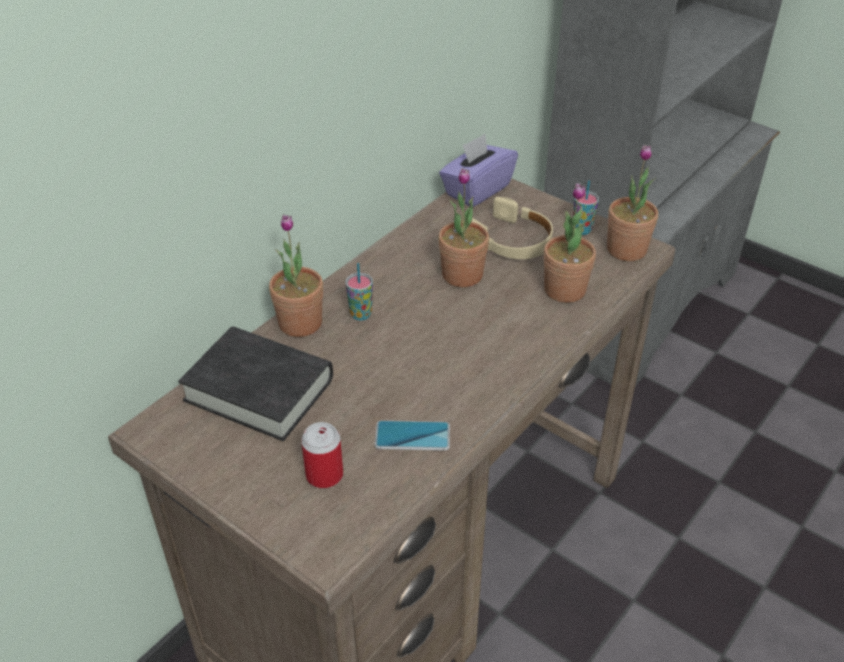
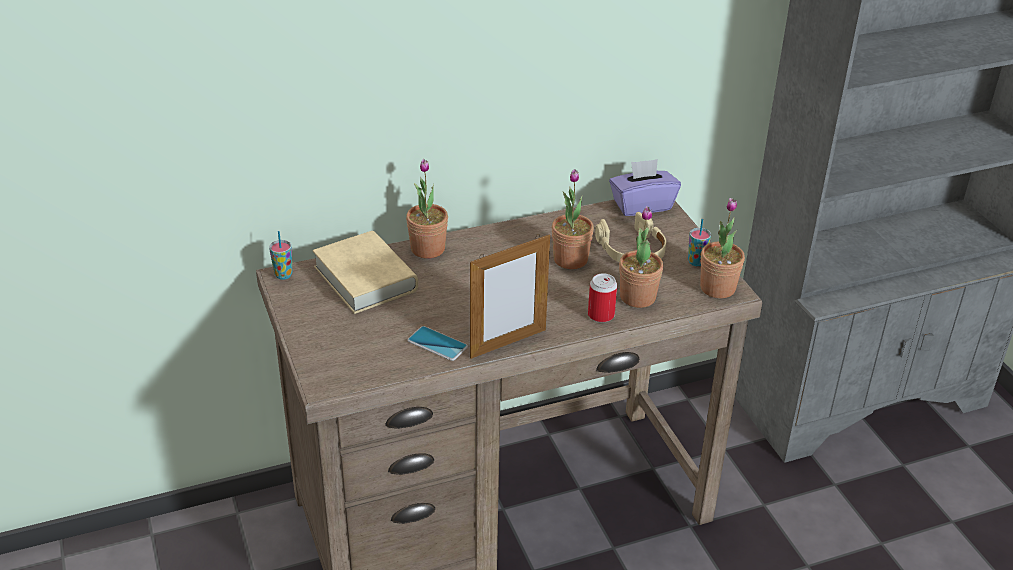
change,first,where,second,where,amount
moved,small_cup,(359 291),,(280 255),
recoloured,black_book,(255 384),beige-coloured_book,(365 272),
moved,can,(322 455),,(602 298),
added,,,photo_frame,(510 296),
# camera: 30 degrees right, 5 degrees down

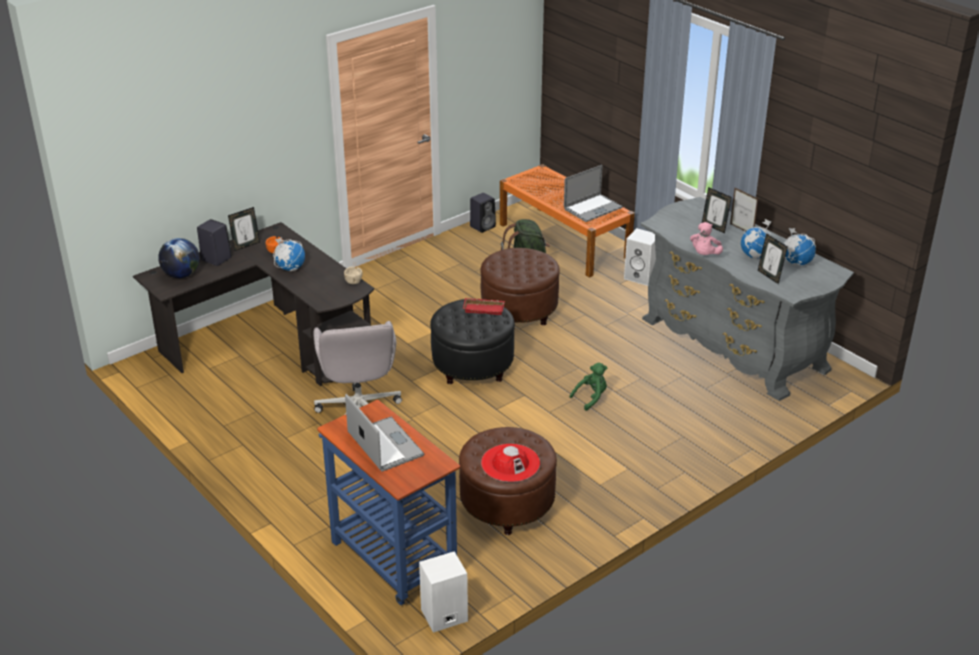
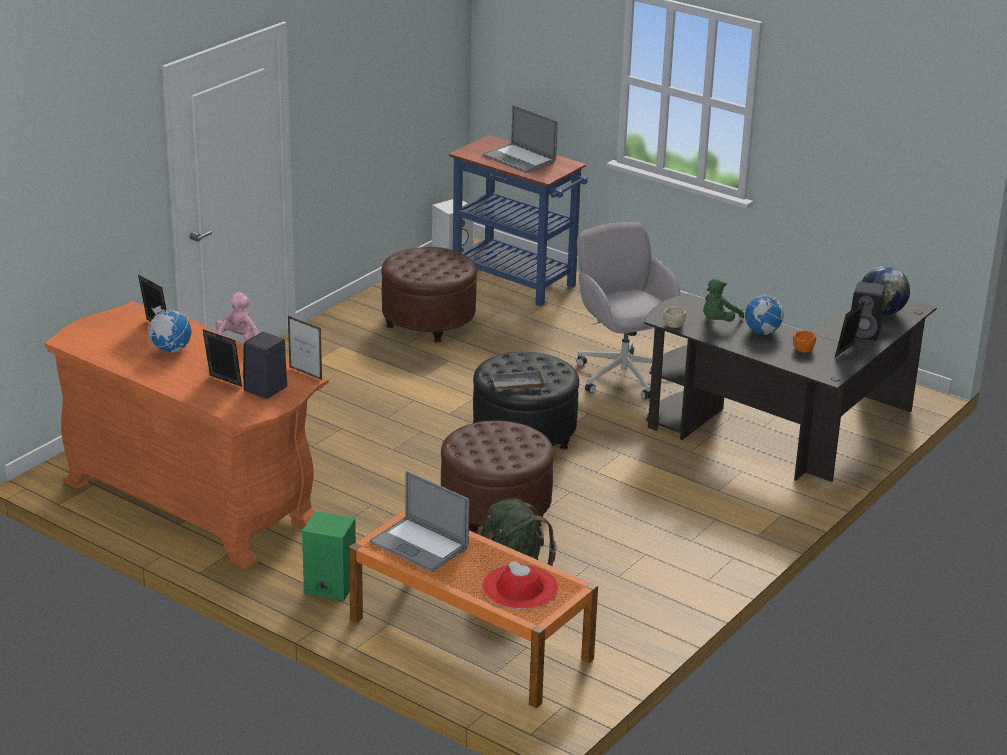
change,first,where,second,where,amount
turned,laptop,(593 193),,(419 521),90 degrees counterclockwise
moved,photo_frame,(744 210),,(305 348),
moved,black_loudspeaker,(483 213),,(265 365),
recoloured,greyish_chest_of_drawers,(747 299),orange_chest_of_drawers,(186 435),
recoloured,white_loudspeaker,(640 257),green-coloured_loudspeaker,(329 556),
removed,globe,(800 247),,,
recoloured,reddish_carrying_tray,(484 306),greyish_carrying_tray,(518 379),
moved,green-coloured_soft_toy,(588 387),,(723 300),
moved,reddish_wearable_hat,(510 463),,(520 585),
# camera: 165 degrees right, 5 degrees down

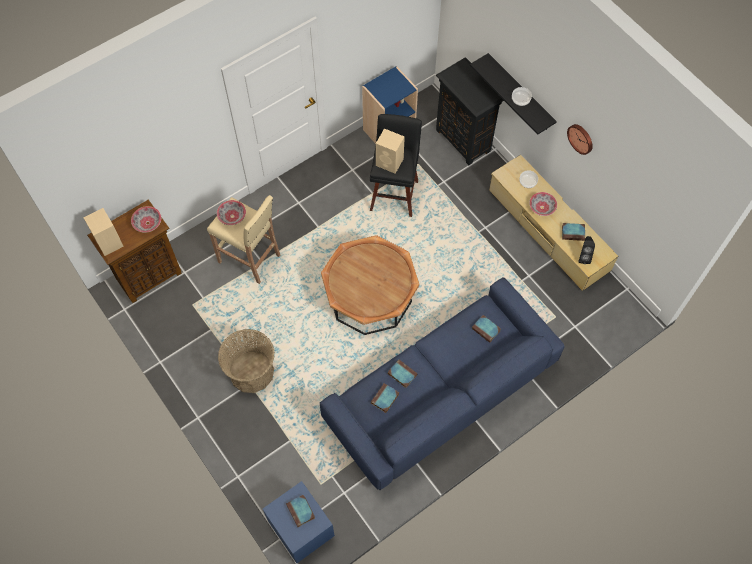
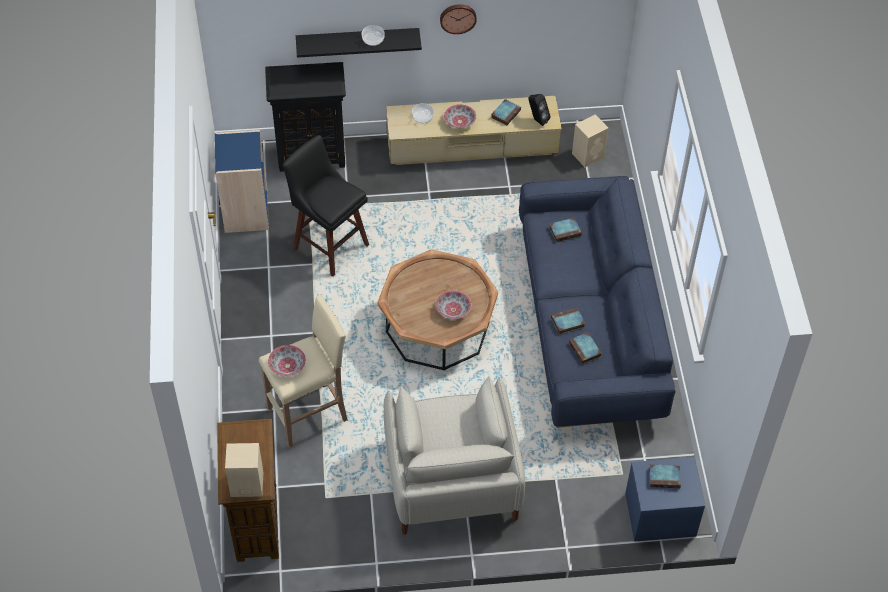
change,first,where,second,where,amount
moved,beige-coloured_loudspeaker,(390 151),,(590 140),
moved,deep_dish,(146 219),,(453 304),
replaced,household_basket,(246 361),beige-coloured_armchair,(454 455),
# camera: 60 degrees left, 10 degrees down

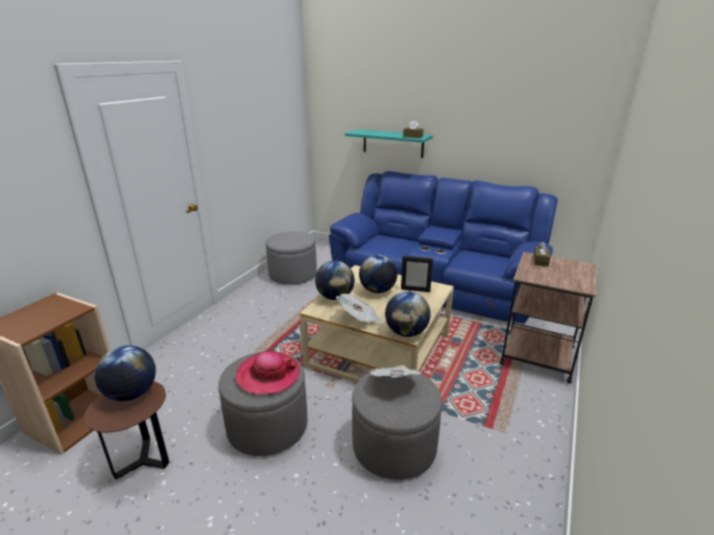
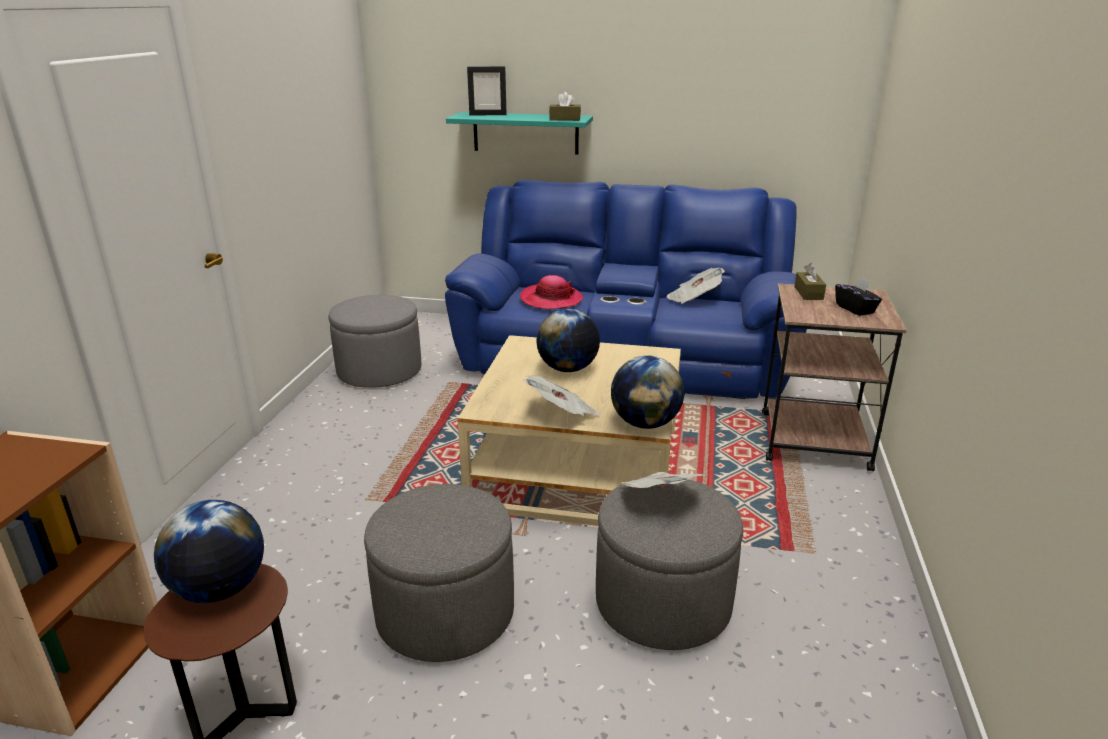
change,first,where,second,where,amount
moved,photo_frame,(417 274),,(487 90),
removed,globe,(335 280),,,
moved,wearable_hat,(268 373),,(551 292),
added,,,newspaper,(696 286),
added,,,black_tissue_holder,(858 296),
# camera: 15 degrees left, 0 degrees up

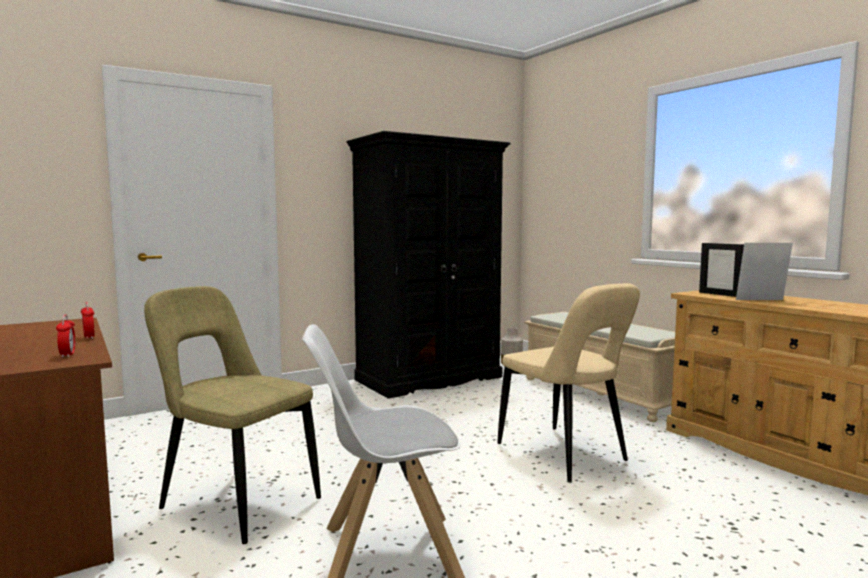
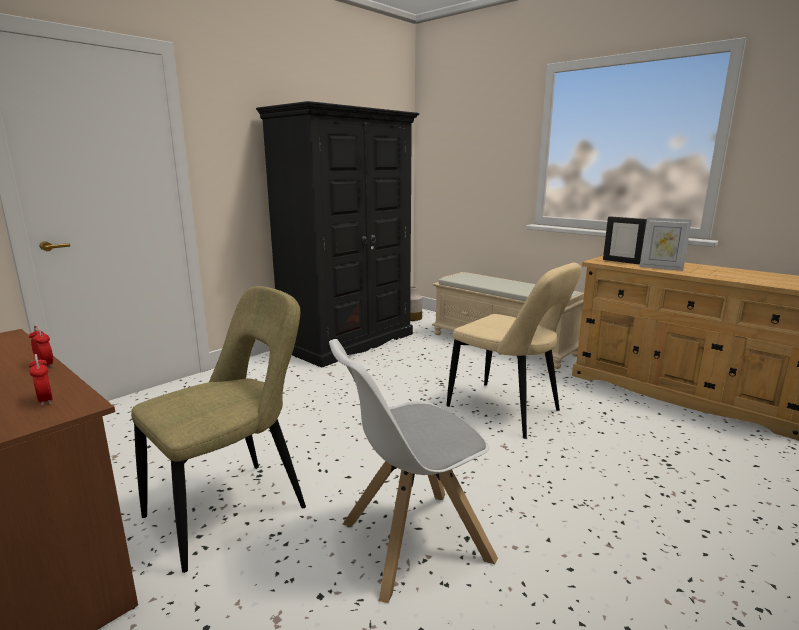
change,first,where,second,where,amount
turned,photo_frame,(764 271),,(665 244),135 degrees counterclockwise
turned,beige-coloured_plain_chair,(232 415),,(218 429),120 degrees clockwise
# camera: 15 degrees left, 10 degrees up

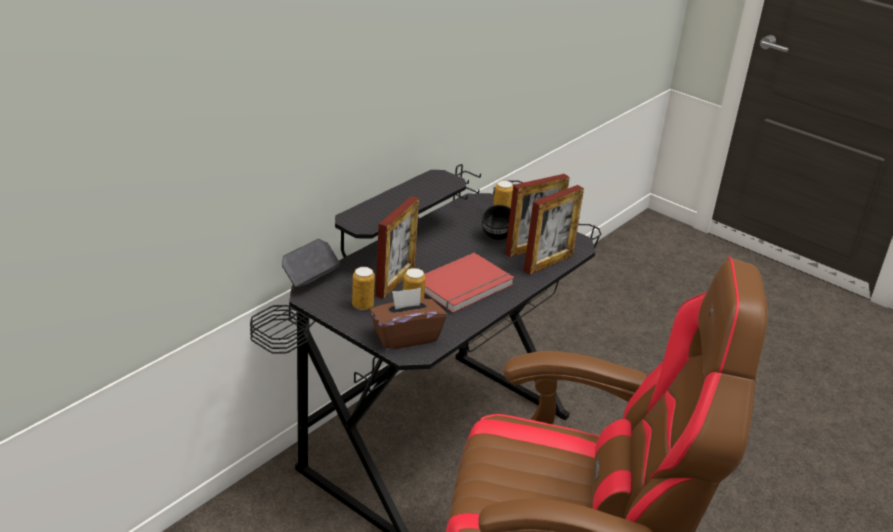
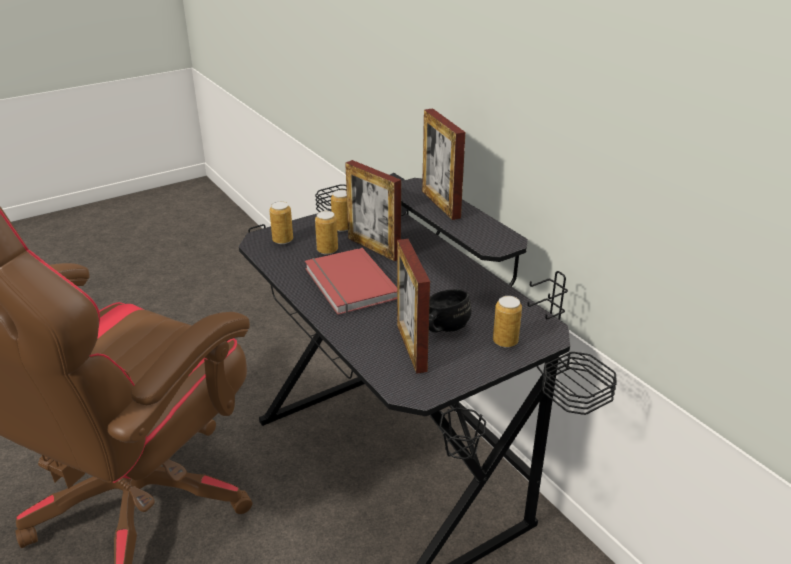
change,first,where,second,where,amount
moved,photo_frame,(554 230),,(443 164),
replaced,brownish_tissue_holder,(408 319),can,(281 222),
# camera: 110 degrees right, 0 degrees up

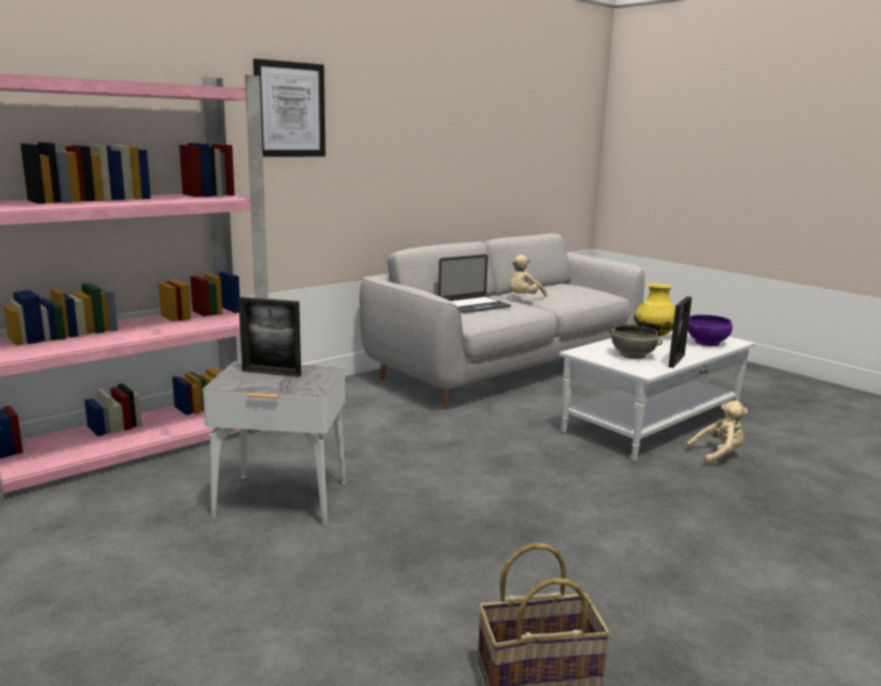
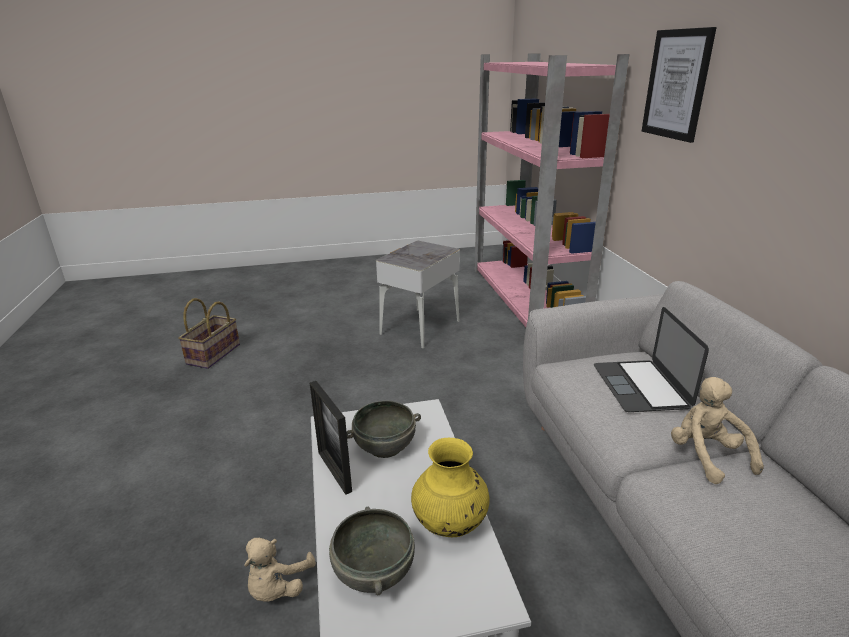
change,first,where,second,where,amount
removed,photo_frame,(270 337),,,
recoloured,purplish_deep_dish,(710 330),greyish_deep_dish,(372 551),
# camera: 120 degrees right, 10 degrees up

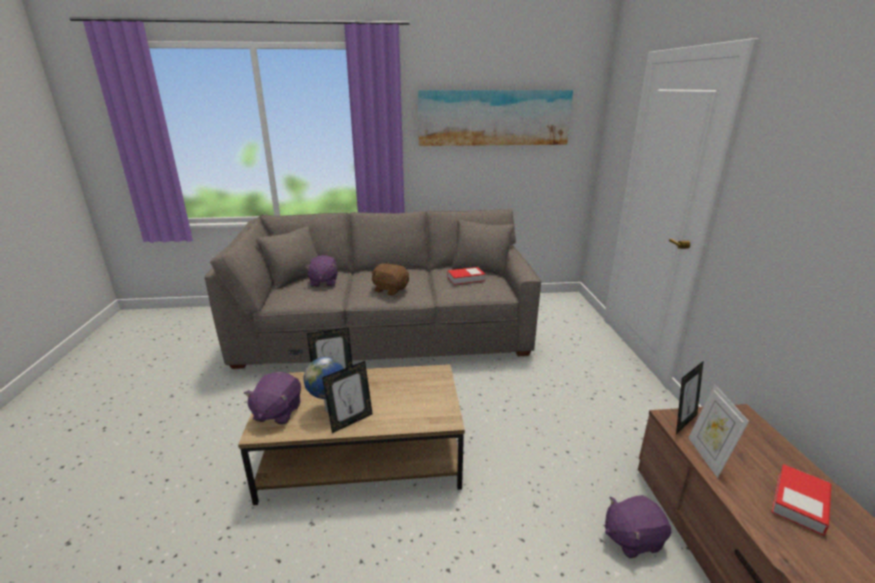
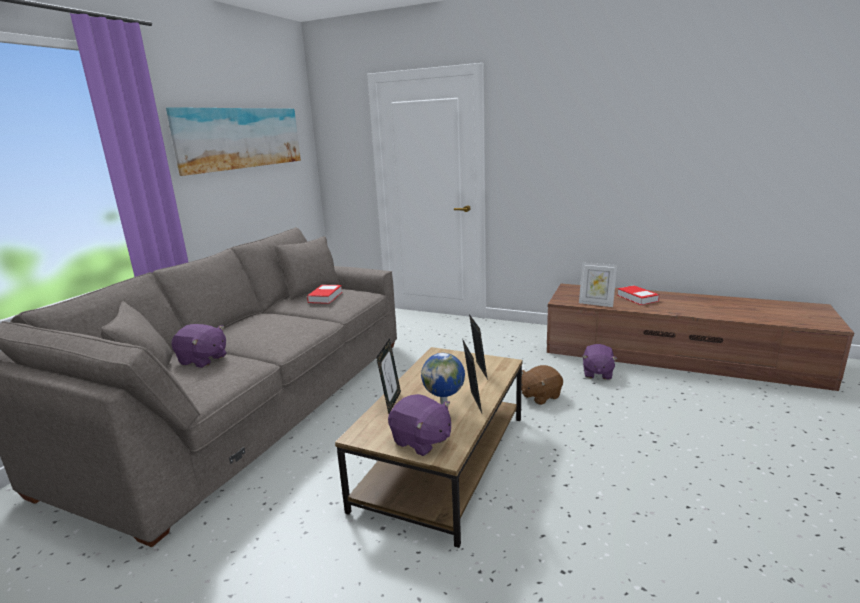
change,first,where,second,where,amount
moved,brownish_soft_toy,(390 279),,(542 385),
moved,photo_frame,(690 397),,(478 347),
# camera: 60 degrees left, 5 degrees down

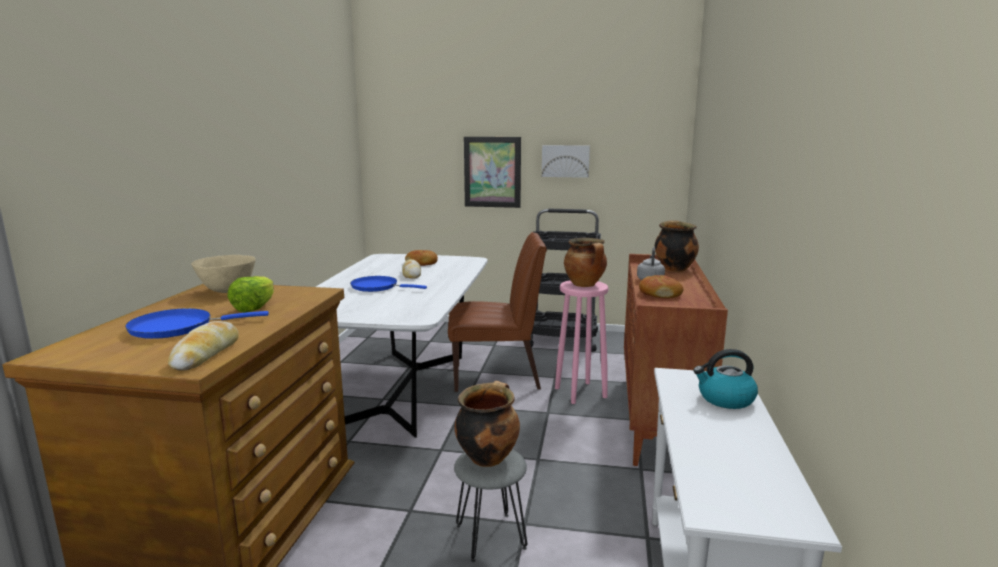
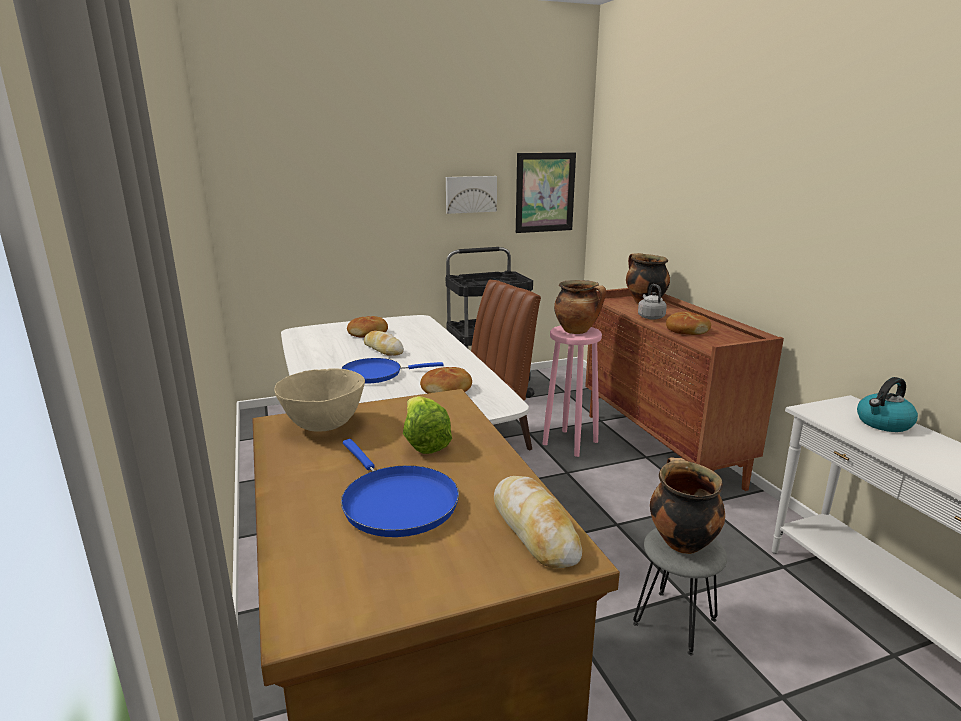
change,first,where,second,where,amount
moved,picture,(492 172),,(546 192),
turned,bluish_frying_pan,(197 323),,(400 488),75 degrees counterclockwise
added,,,bread,(446 380),
# camera: 30 degrees left, 5 degrees up

